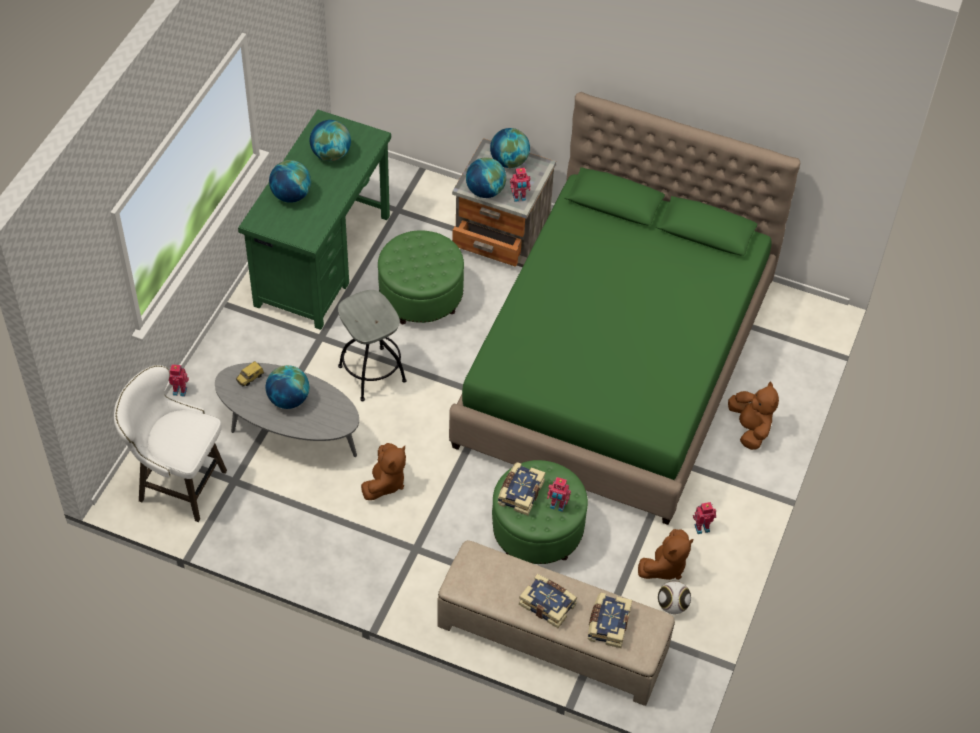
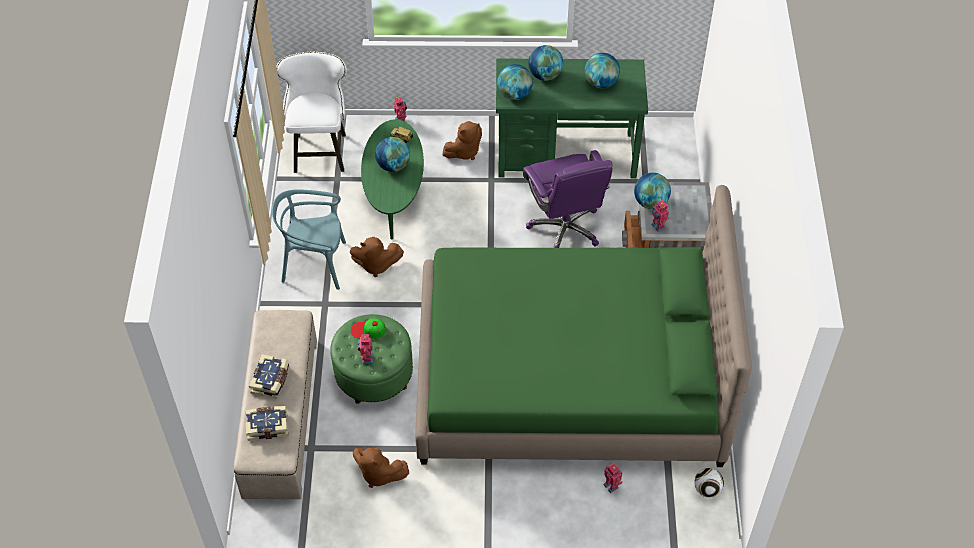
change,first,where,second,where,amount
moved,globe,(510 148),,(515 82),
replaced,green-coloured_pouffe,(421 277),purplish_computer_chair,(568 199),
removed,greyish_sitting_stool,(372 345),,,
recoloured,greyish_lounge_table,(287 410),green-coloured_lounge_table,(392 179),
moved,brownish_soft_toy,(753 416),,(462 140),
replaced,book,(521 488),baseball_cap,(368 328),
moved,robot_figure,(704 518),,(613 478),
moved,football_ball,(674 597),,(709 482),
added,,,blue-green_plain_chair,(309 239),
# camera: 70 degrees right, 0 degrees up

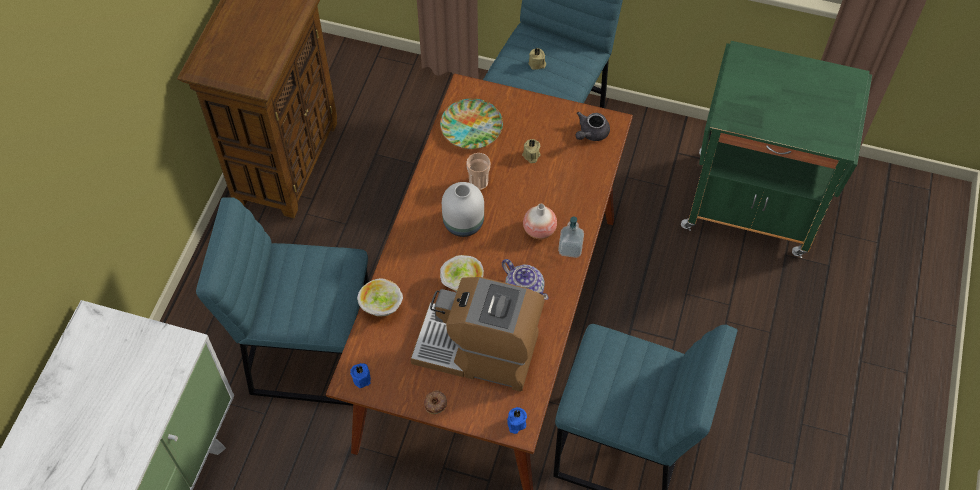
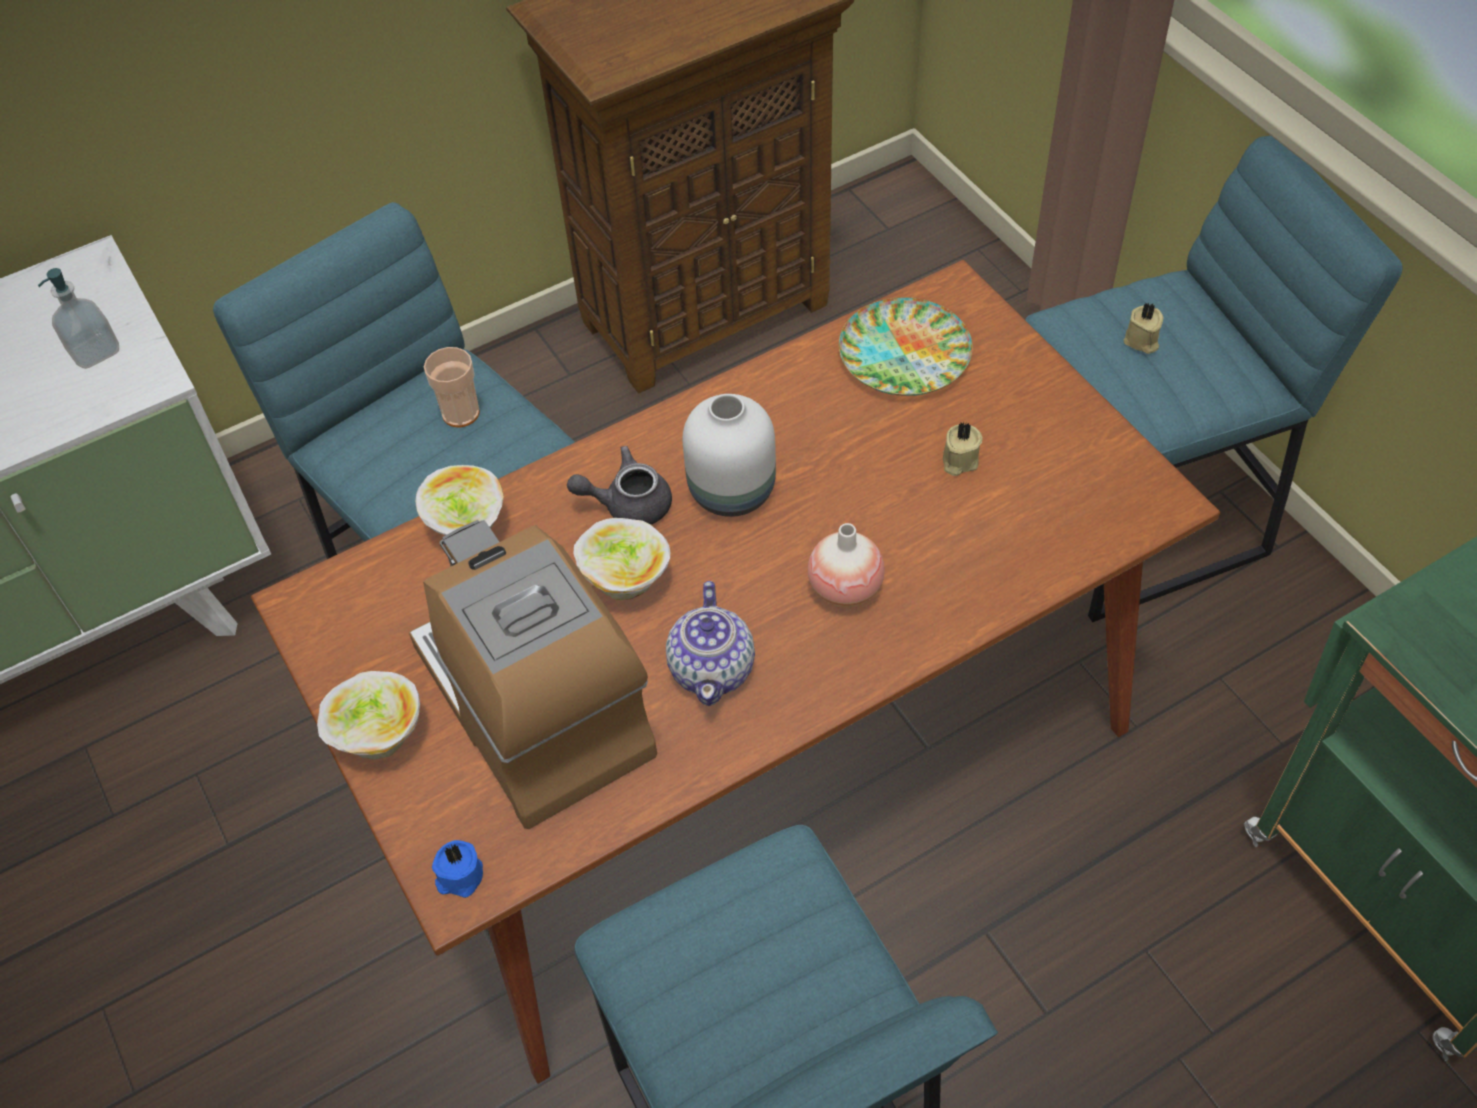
change,first,where,second,where,amount
moved,greyish_teapot,(592 126),,(619 485),
moved,small_cup,(478 172),,(452 387),
moved,liquid_soap_bottle,(571 237),,(78 318),
removed,bluish_candle,(360 375),,,
replaced,ring_doughnut,(435 402),deep_dish,(368 715),
# camera: 45 degrees right, 5 degrees down

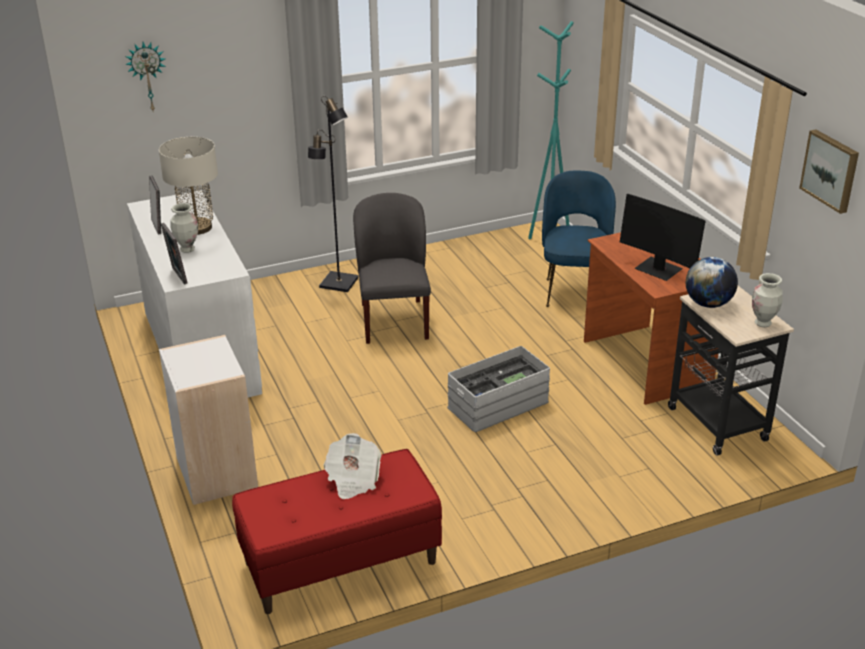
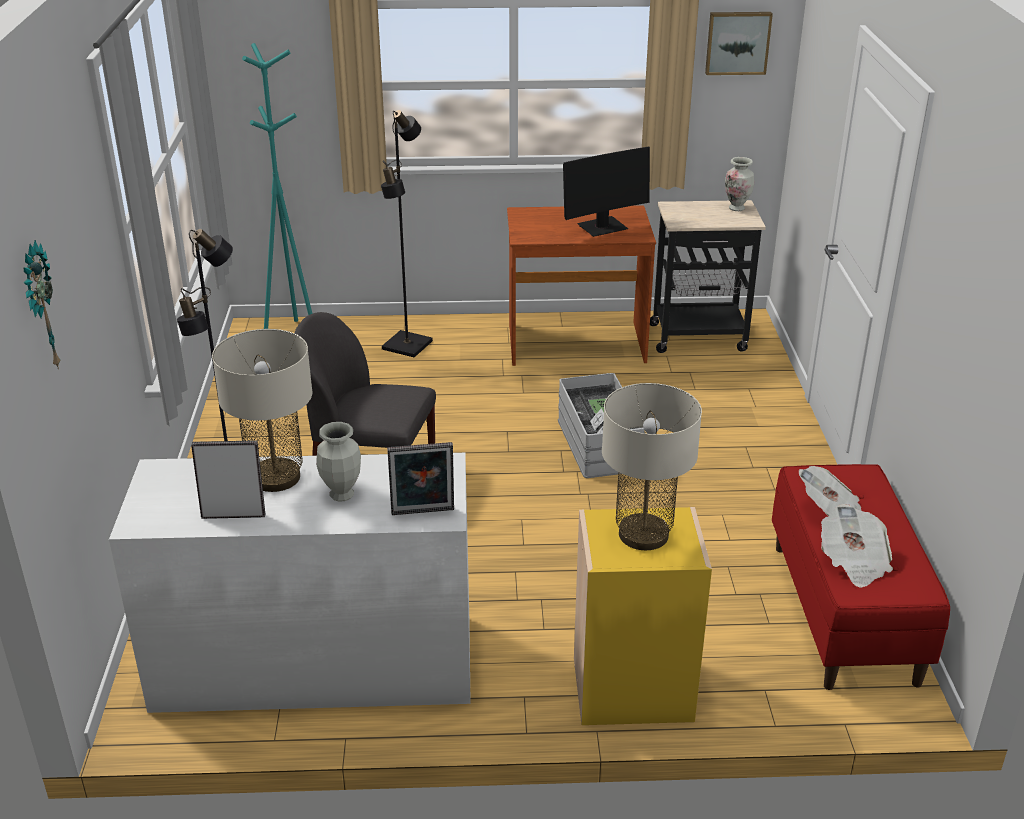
change,first,where,second,where,amount
replaced,bluish_plain_chair,(579 239),black_standard_lamp,(407 233),
removed,globe,(712 282),,,
recoloured,white_bookcase,(208 420),yellow_bookcase,(643 616),
added,,,lamp_for_a_table,(652 466),
added,,,newspaper,(857 546),
# camera: 70 degrees left, 0 degrees up

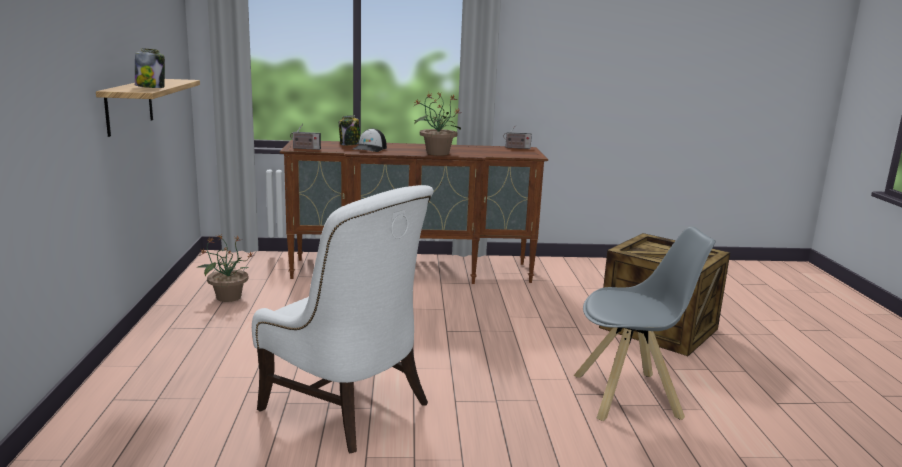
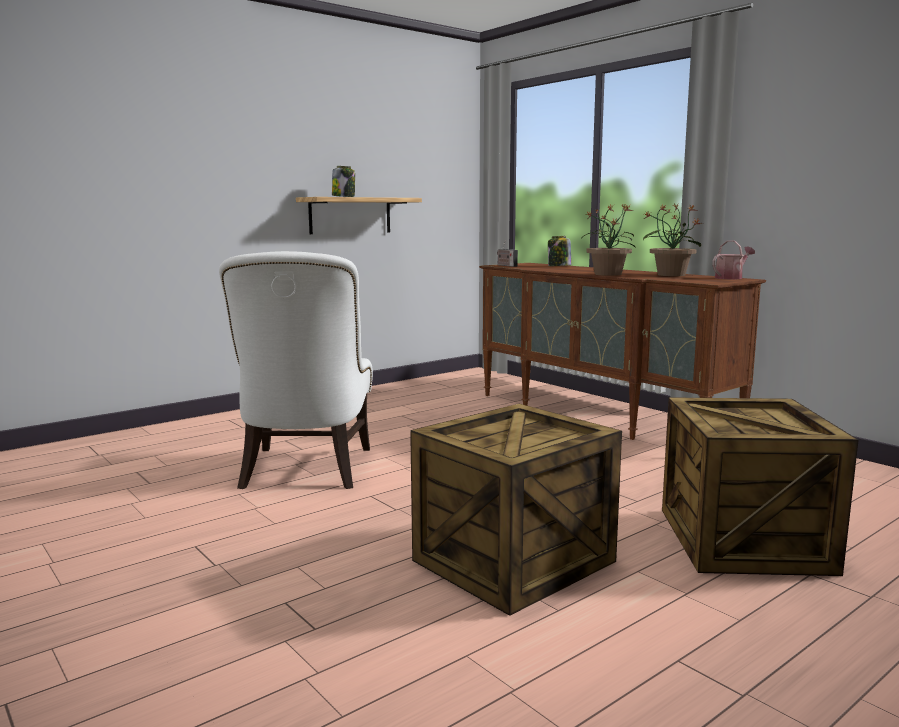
change,first,where,second,where,amount
replaced,radio_set,(517 137),sprinkling_can,(733 260),
removed,baseball_cap,(369 140),,,
replaced,greyish_plain_chair,(644 324),shipping_crate,(516 510),
moved,houseplant,(226 268),,(673 239),
# camera: 55 degrees right, 5 degrees down

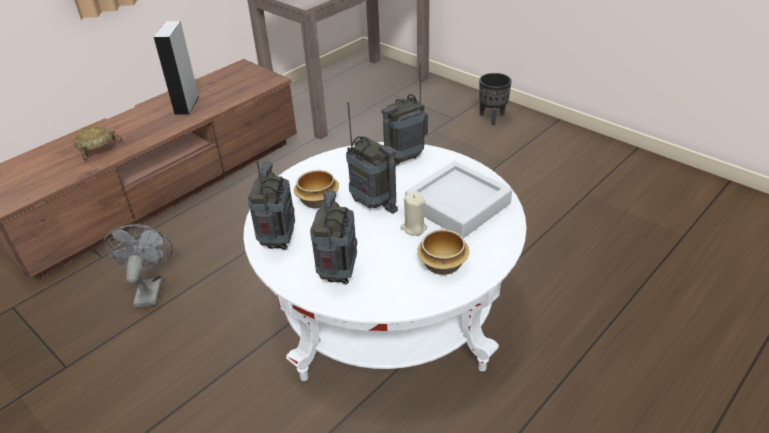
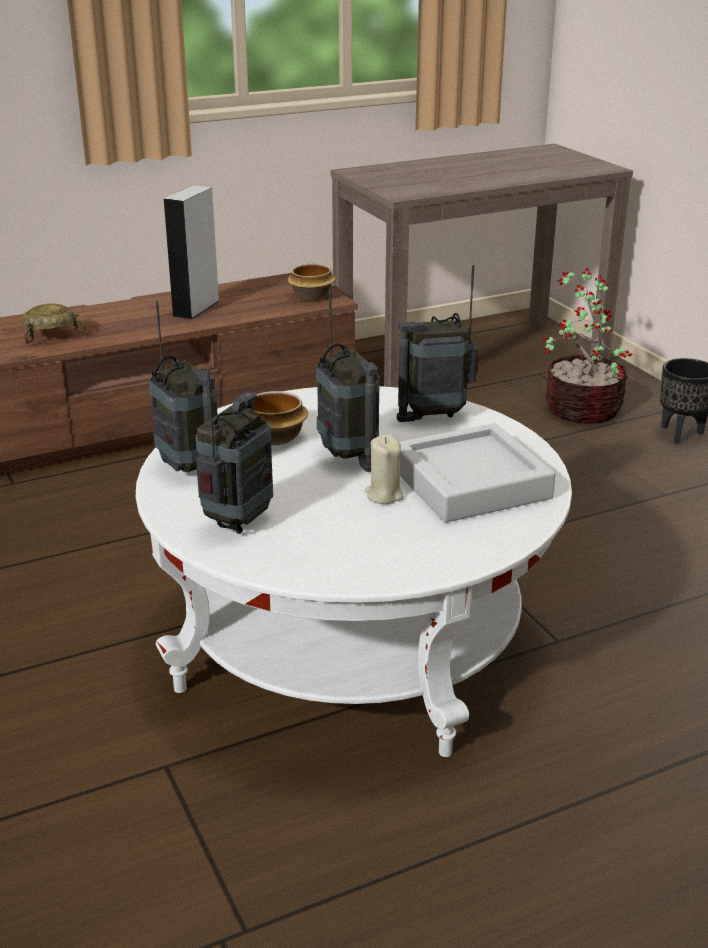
change,first,where,second,where,amount
turned,radio_set,(271 205),,(183 386),120 degrees clockwise
removed,greyish_fan,(138 265),,,
moved,deep_dish,(443 252),,(312 282),
added,,,houseplant,(587 346),
# camera: 20 degrees right, 10 degrees down

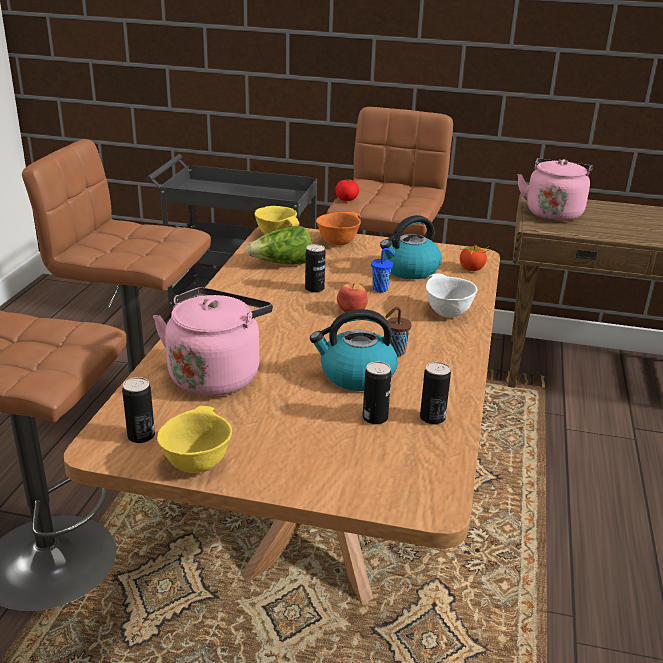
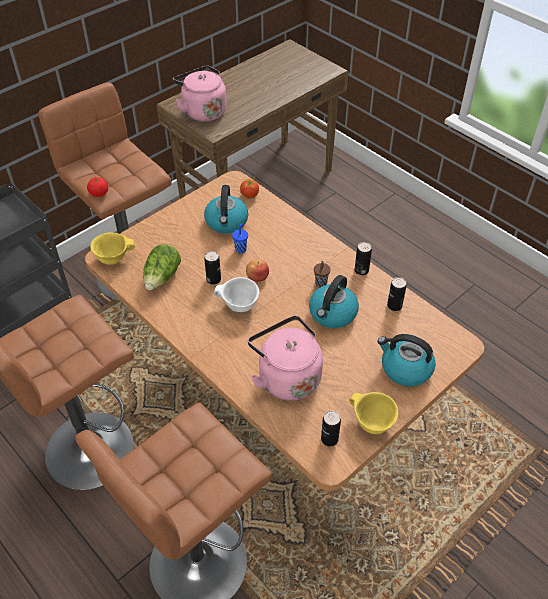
change,first,where,second,where,amount
removed,orange_deep_dish,(338 229),,,
moved,white_deep_dish,(452 295),,(236 294),
moved,can,(377 393),,(363 258),
added,,,tea_kettle,(407 360),
# camera: 55 degrees left, 20 degrees up

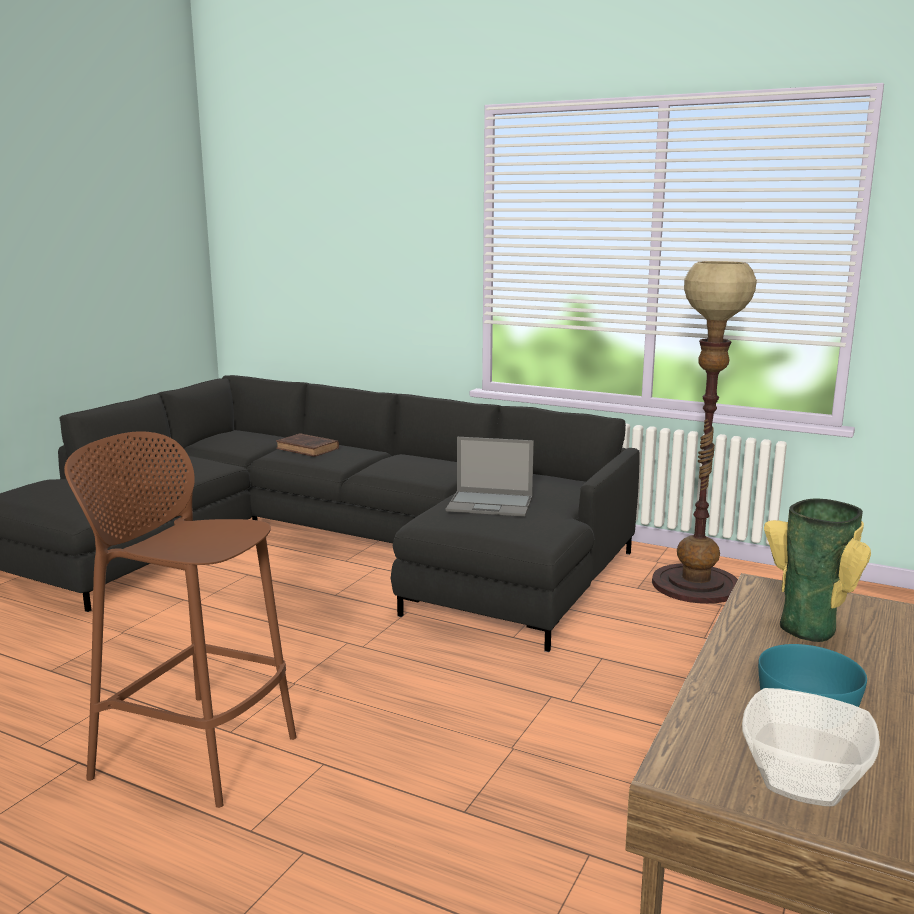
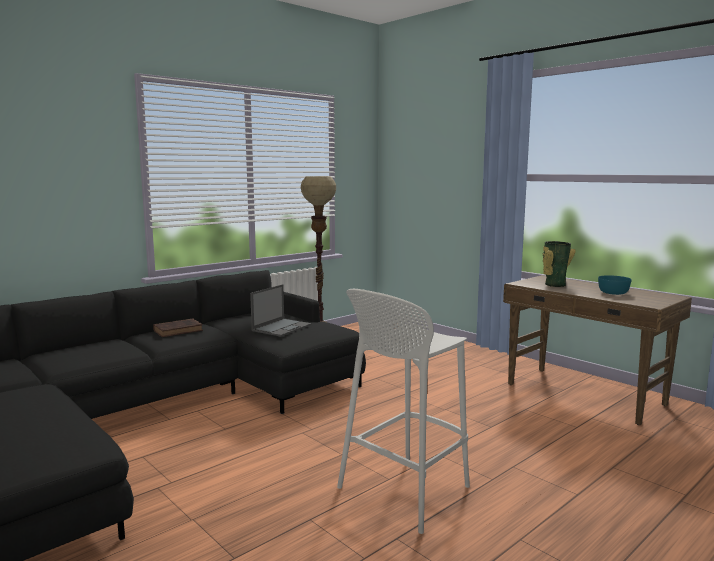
change,first,where,second,where,amount
recoloured,brownish_sitting_stool,(180 619),white_sitting_stool,(403 411),
moved,brownish_book,(307 445),,(178 327),
removed,deep_dish,(811 747),,,
# camera: 70 degrees left, 5 degrees down

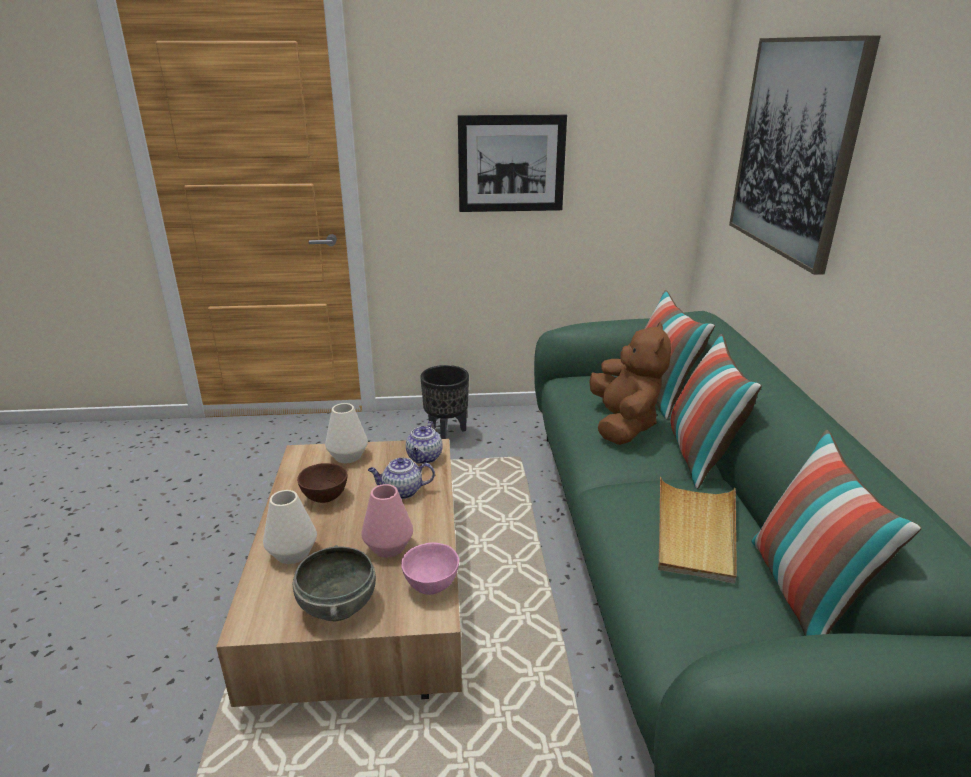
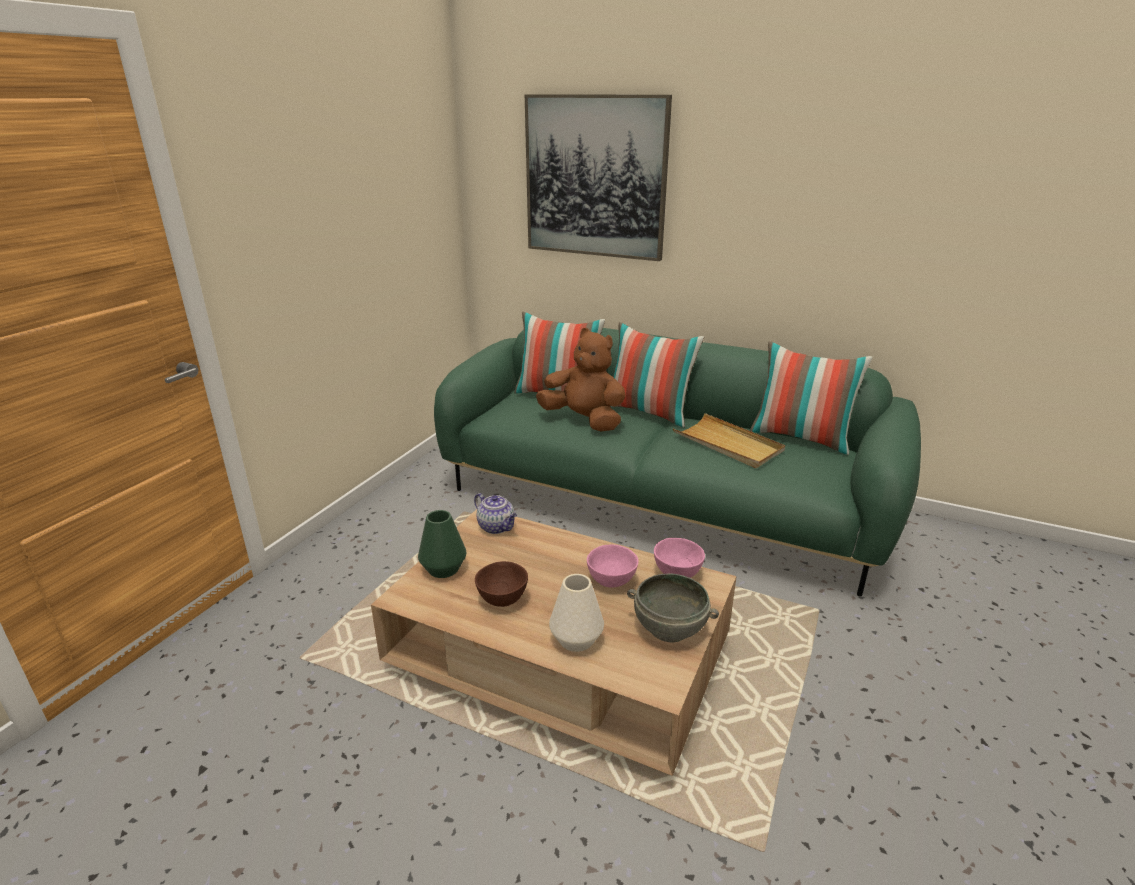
change,first,where,second,where,amount
removed,picture,(512 163),,,
removed,black_plant_pot,(444 402),,,
recoloured,white_vase,(346 433),green-coloured_vase,(442 544),
removed,teapot,(401 478),,,
replaced,pinkish_vase,(387 520),pinkish_deep_dish,(612 566),
# camera: 60 degrees left, 0 degrees up

